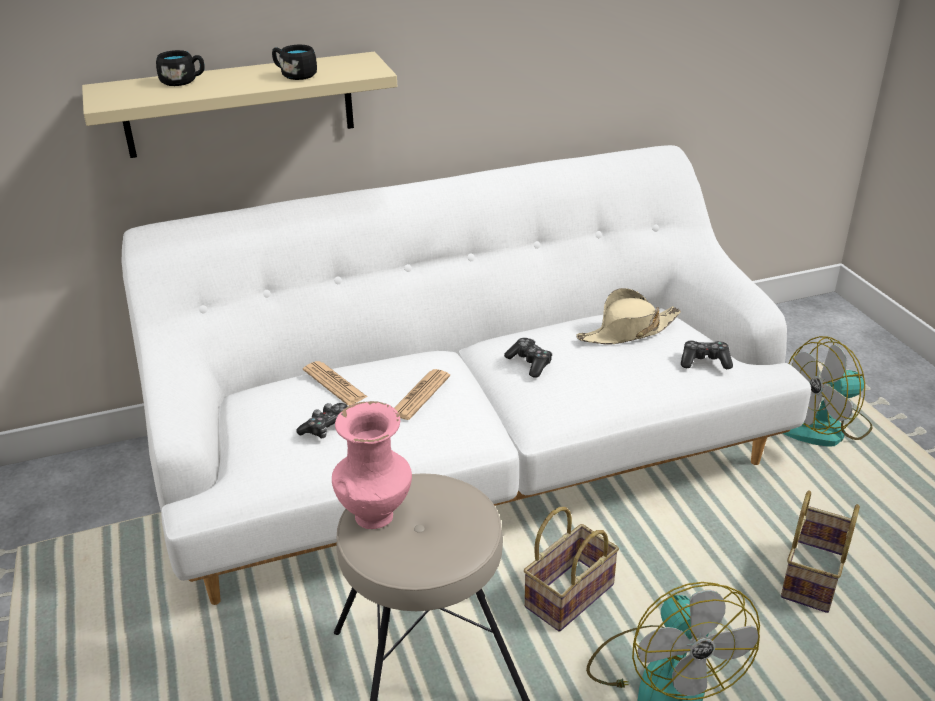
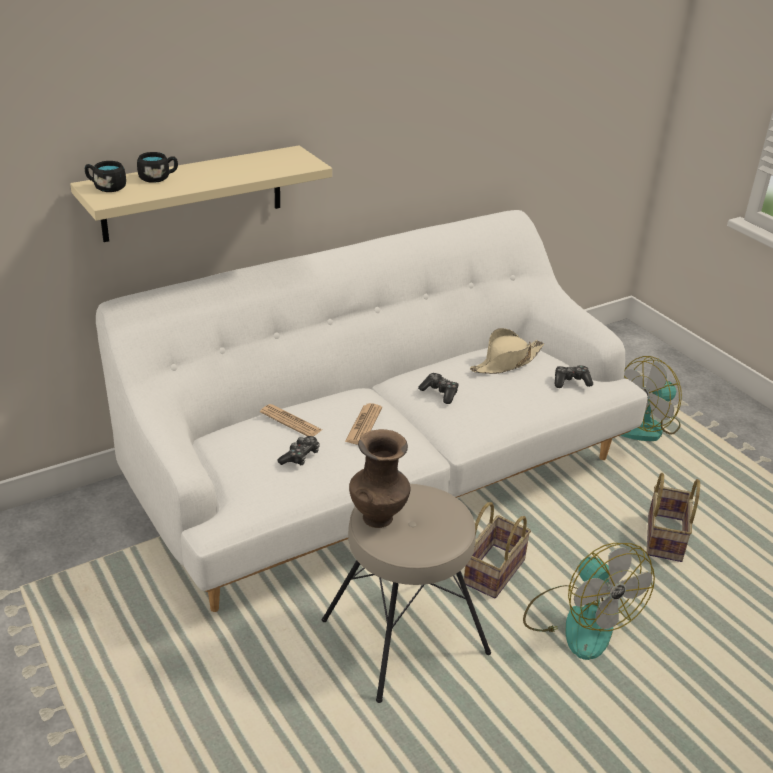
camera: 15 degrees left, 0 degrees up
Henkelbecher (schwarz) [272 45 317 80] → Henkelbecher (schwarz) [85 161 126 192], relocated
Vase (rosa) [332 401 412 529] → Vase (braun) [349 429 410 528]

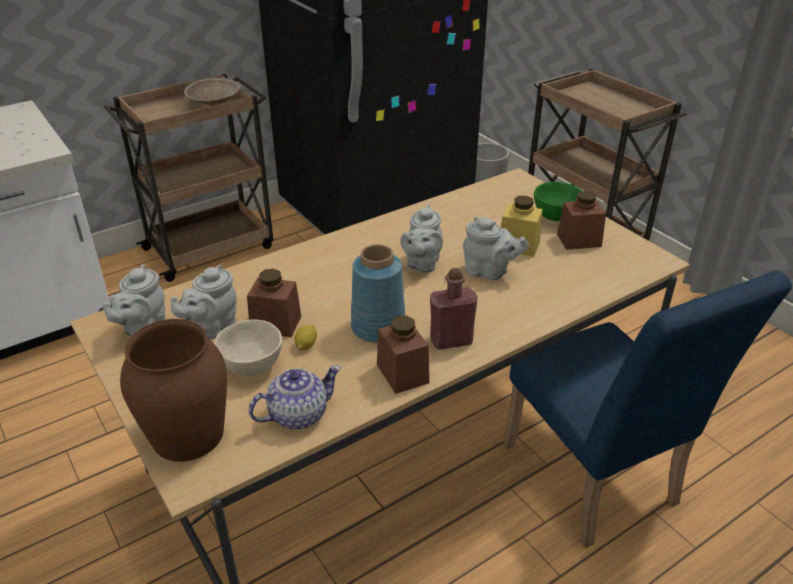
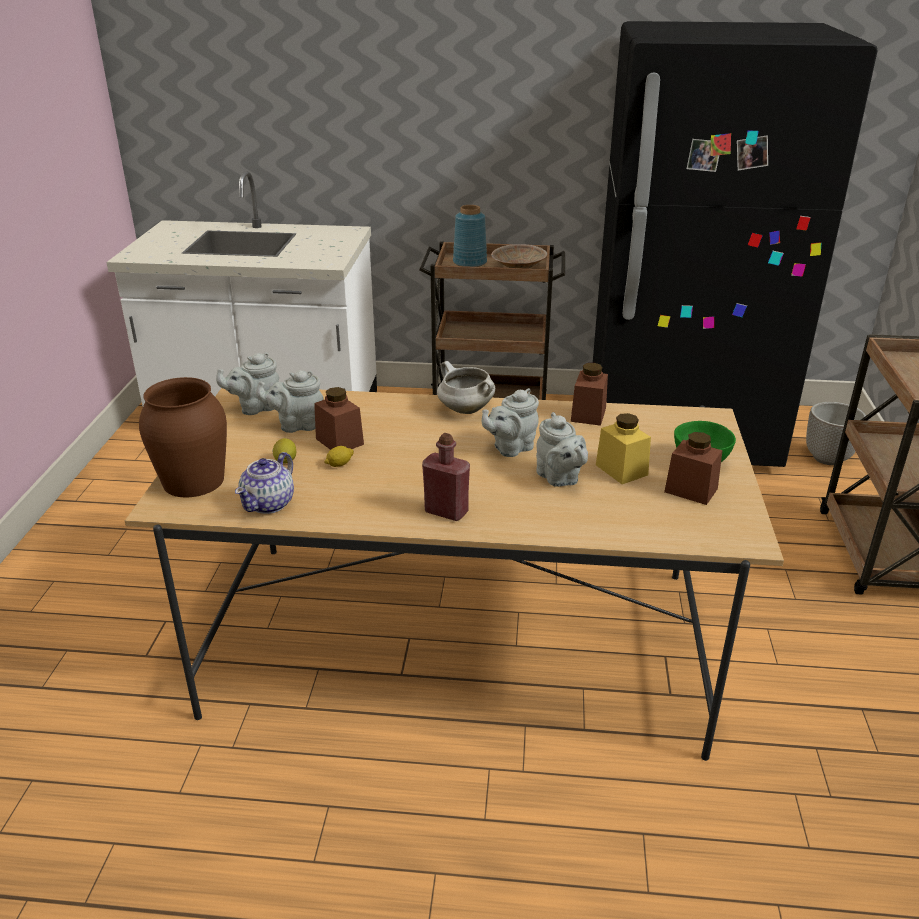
camera: 40 degrees right, 5 degrees down
Teekanne [248 365 341 429] → Teekanne [235 452 294 514], 105 degrees clockwise
Schüssel (beige) [214 319 282 376] → Zitrone [273 438 296 464]
- → Kochtopf (weiß) [437 361 495 414]
Vase (blau) [351 244 405 343] → Vase (blau) [453 205 487 267], relocated
Vorratsglas (braun) [377 316 429 394] → Vorratsglas (braun) [571 363 608 426], relocated
Stuhl (blau) [504 271 792 548] → -

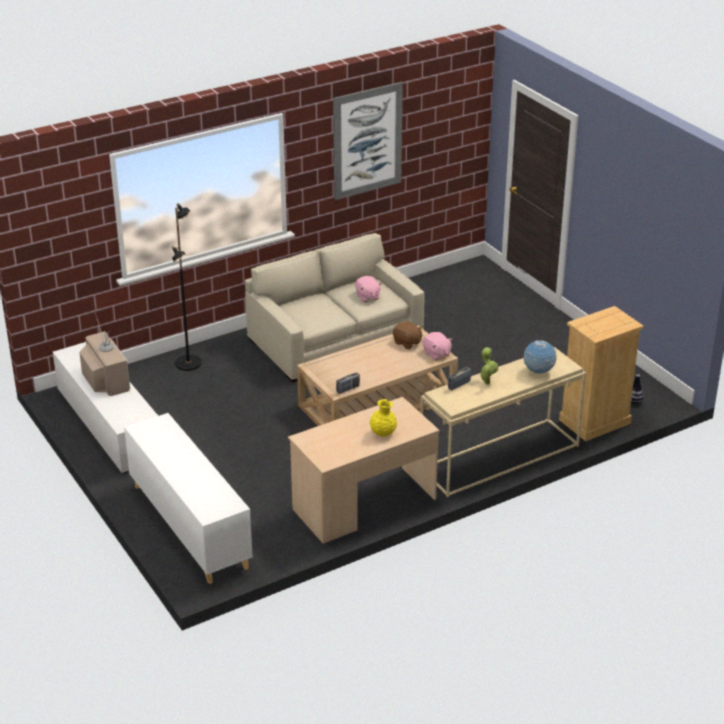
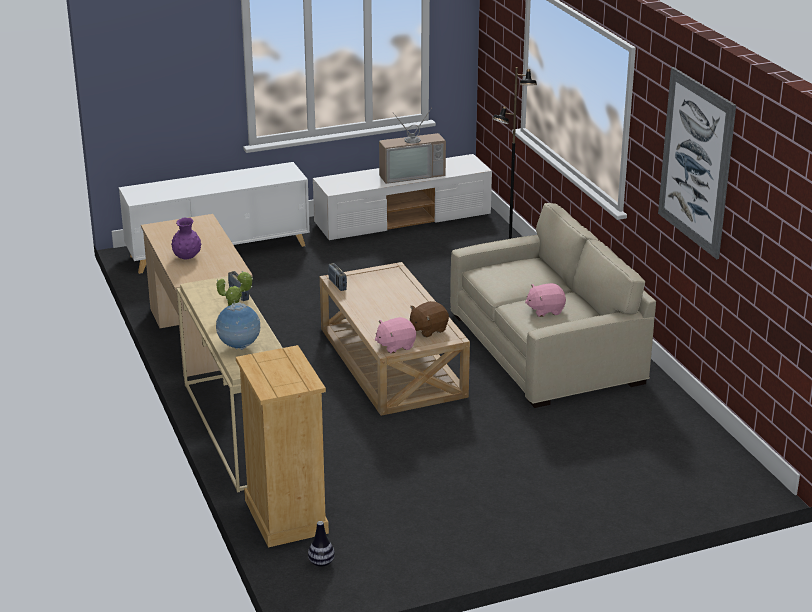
camera: 100 degrees right, 5 degrees down
Vase (gelb) [369 399 397 436] → Vase (lila) [171 218 202 259]

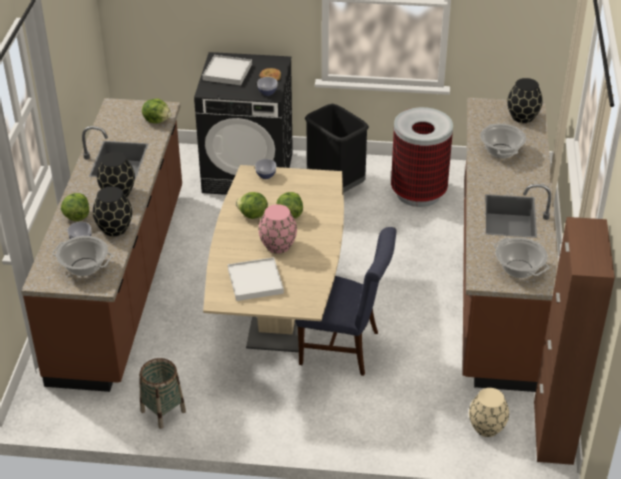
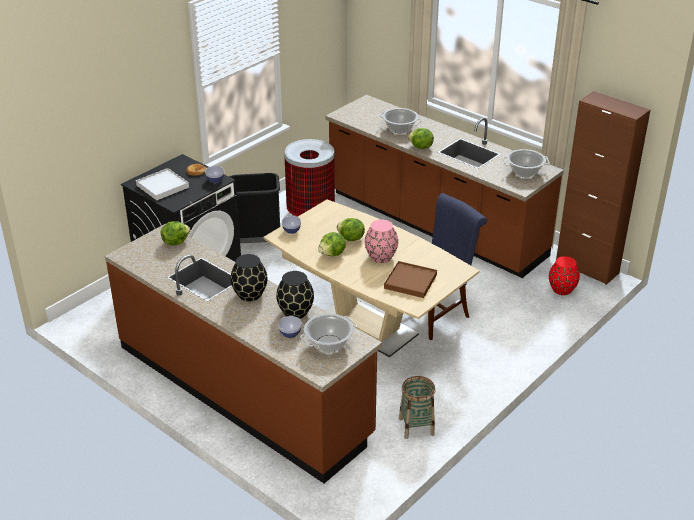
camera: 55 degrees left, 5 degrees down
Tablett (weiß) [228 257 284 301] → Tablett (braun) [384 261 437 298]
Salatkopf [61 193 89 221] → Salatkopf [408 128 434 149], relocated
Vase (beige) [469 388 509 437] → Vase (rot) [549 256 580 295]
Vase (schwarz) [507 78 543 123] → -

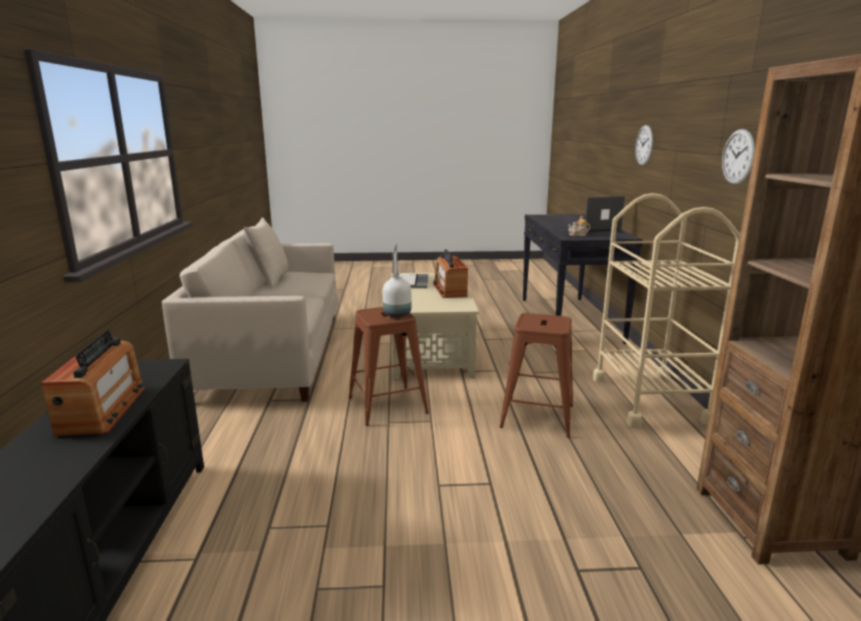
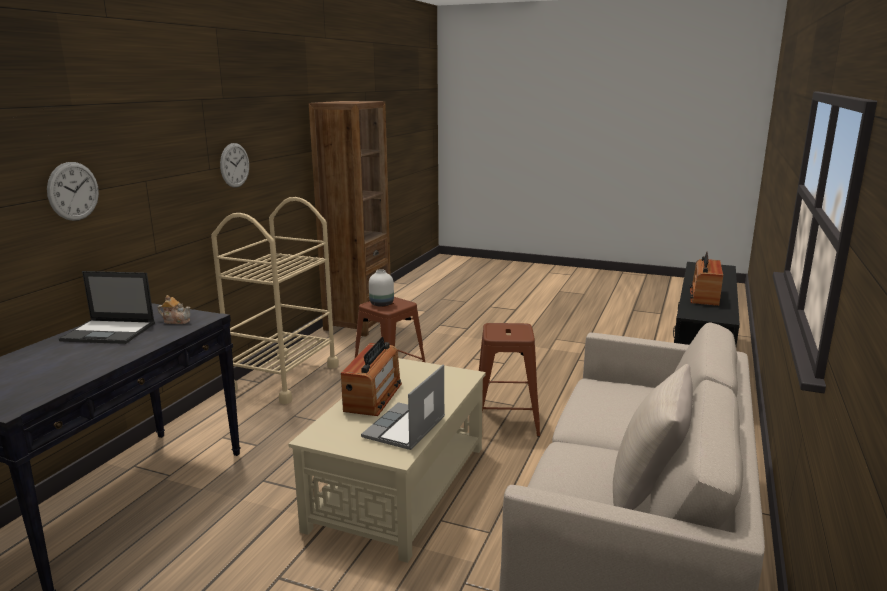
camera: 155 degrees left, 0 degrees up
Vase (weiß) [383 275 411 318] → Vase (weiß) [369 269 394 306], relocated

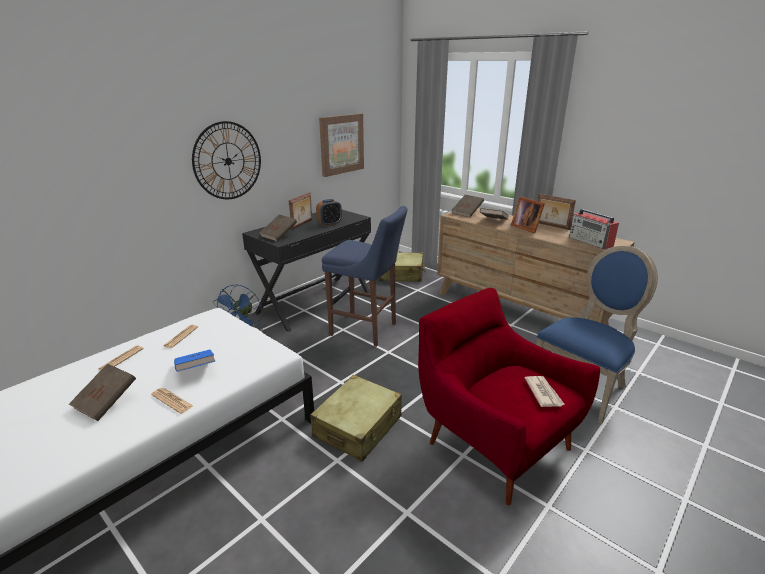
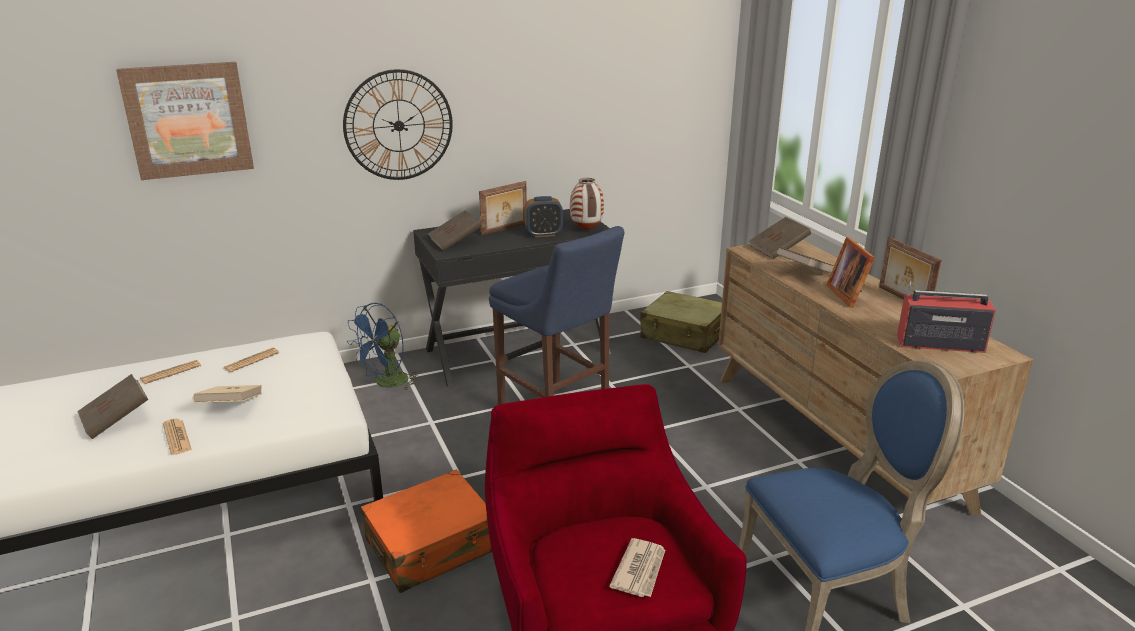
camera: 25 degrees right, 0 degrees up
Bild [319 113 364 177] → Bild [116 62 254 180], relocated
Buch (blau) [174 350 216 372] → Buch (beige) [193 385 262 403]
Koffer (beige) [310 375 402 462] → Koffer (orange) [361 469 492 593]
- → Vase [570 178 604 231]
Radio [569 209 619 250] → Radio [897 282 996 353], 105 degrees clockwise

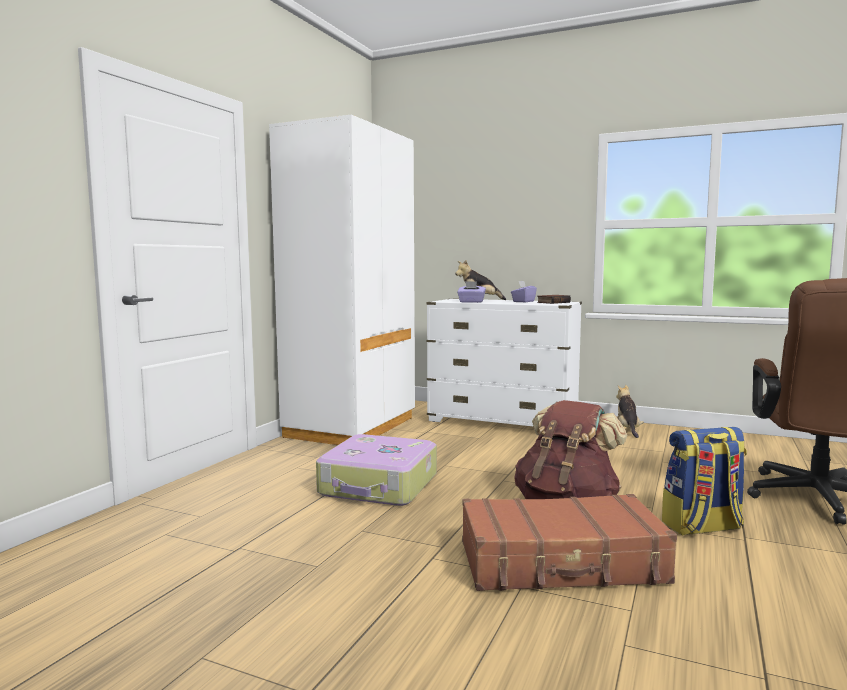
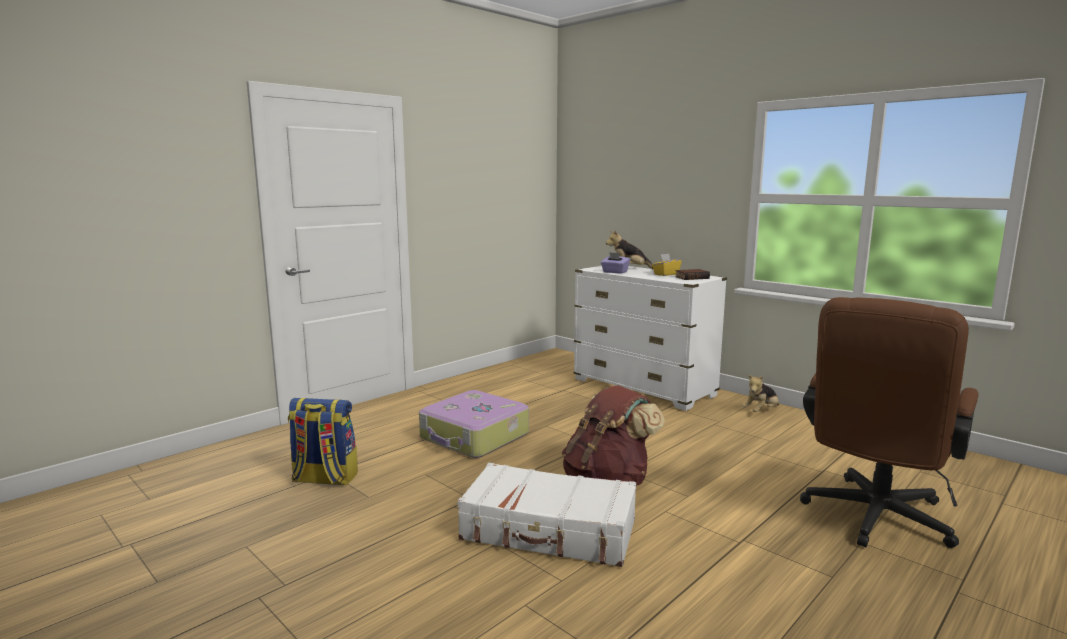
camera: 20 degrees right, 5 degrees up
Rucksack [662 427 747 536] → Rucksack [288 398 358 485], relocated
Koffer (braun) [462 494 677 591] → Koffer (weiß) [457 463 636 567]
Taschentuchbox (lila) [511 281 537 302] → Taschentuchbox (gelb) [652 254 681 276]
Plüschtier [616 385 644 438] → Plüschtier [742 375 779 412], 150 degrees counterclockwise
Kleiderschrank (weiß) [269 115 415 445] → -

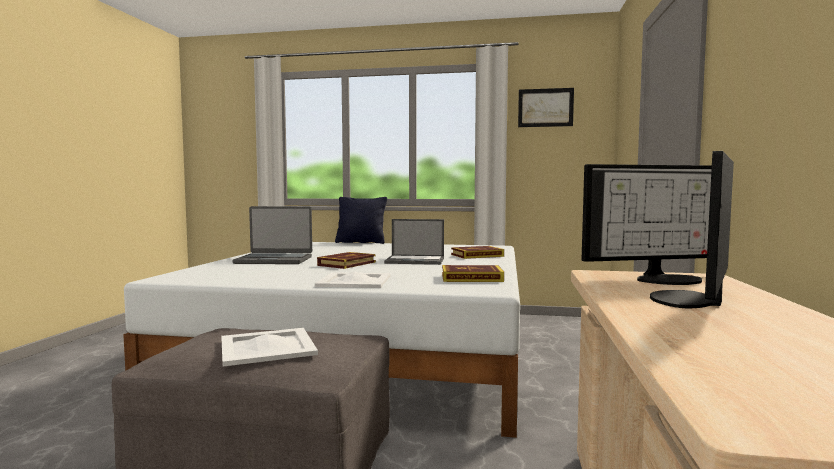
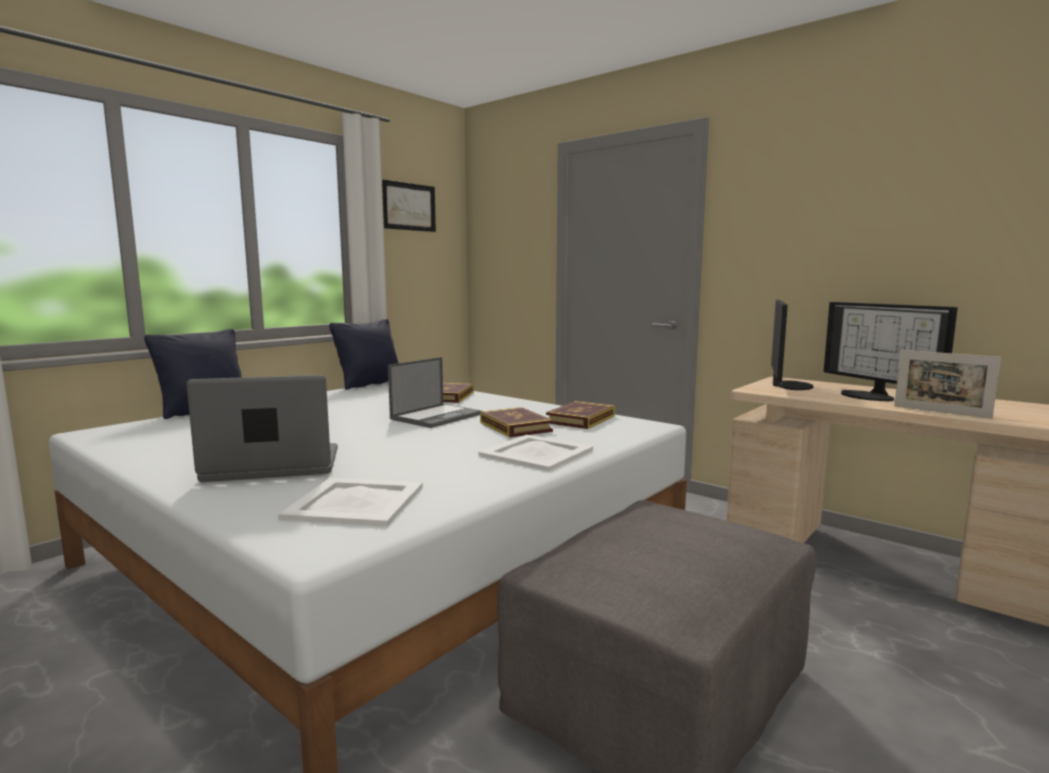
camera: 60 degrees left, 5 degrees up
Laptop [233 206 312 264] → Laptop [186 375 338 482], 135 degrees counterclockwise
Tablett (weiß) [221 328 318 366] → Tablett (weiß) [278 478 423 527], relocated
- → Kissen (schwarz) [329 319 399 390]
Buch [317 252 376 269] → Buch [480 407 553 438], relocated
- → Bilderrahmen [894 350 1001 419]

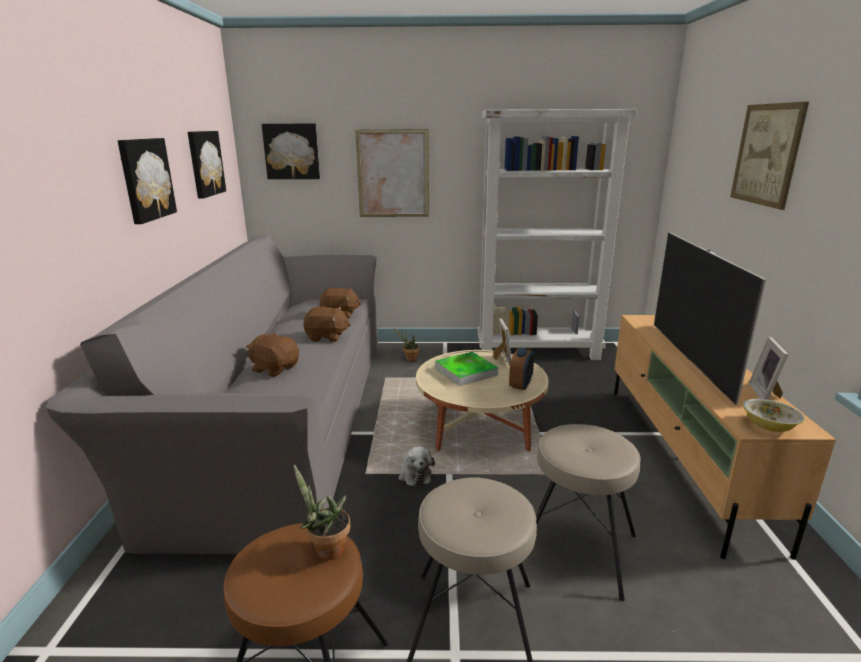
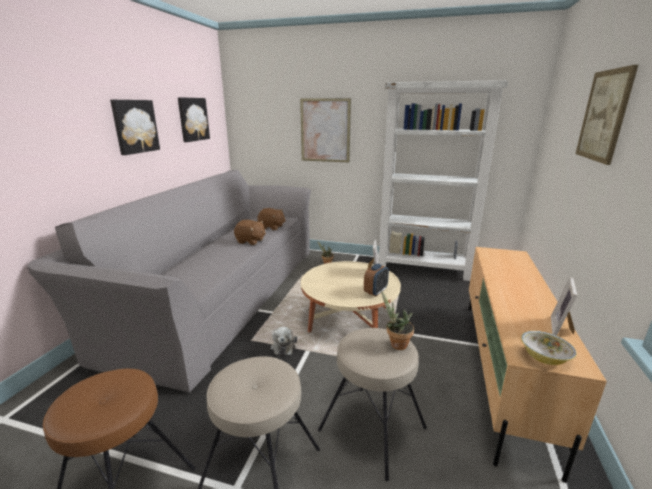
camera: 15 degrees right, 0 degrees up
Topfpflanze [294 465 350 560] → Topfpflanze [381 290 414 350], relocated
Plüschtier (braun) [246 332 299 377] → -
Bild [262 124 320 179] → -
Tablett [435 352 498 386] → -
Fernseher [654 232 766 405] → -

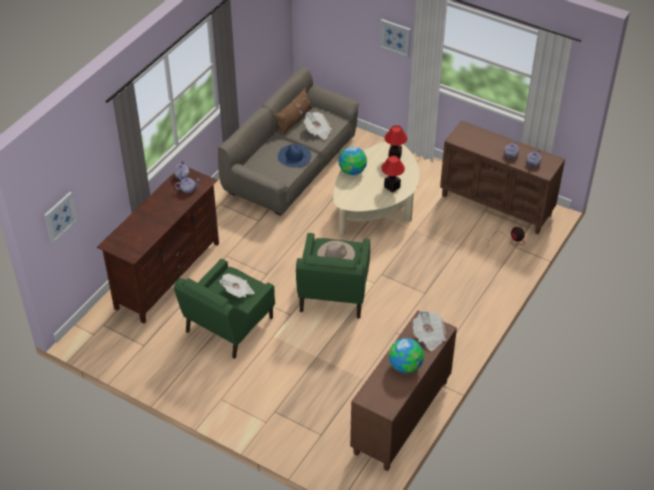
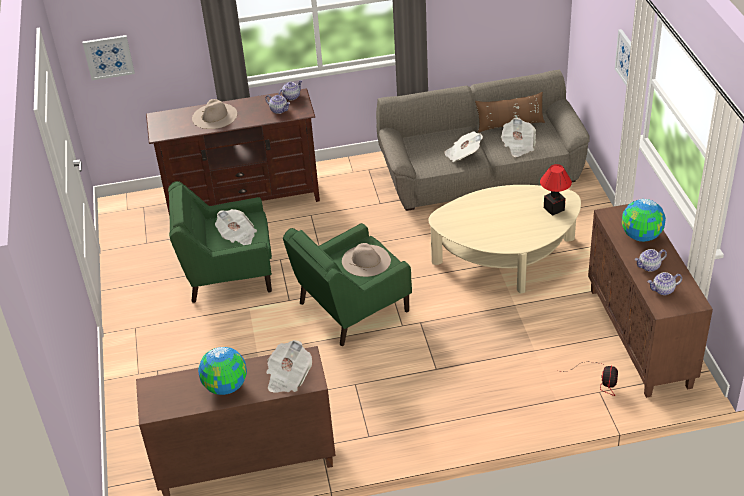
camera: 50 degrees right, 5 degrees down
- → Hut (beige) [192 99 237 129]
Hut (blau) [278 144 311 167] → Zeitung [444 131 483 162]
Globus [339 147 367 175] → Globus [622 199 666 242], relocated
Tischlampe [381 155 405 193] → -

